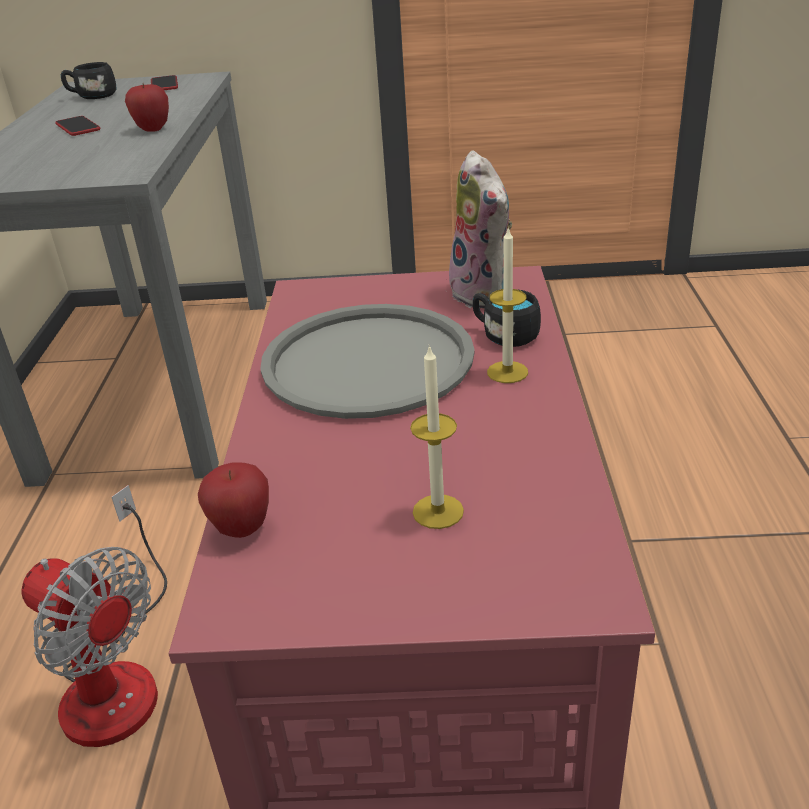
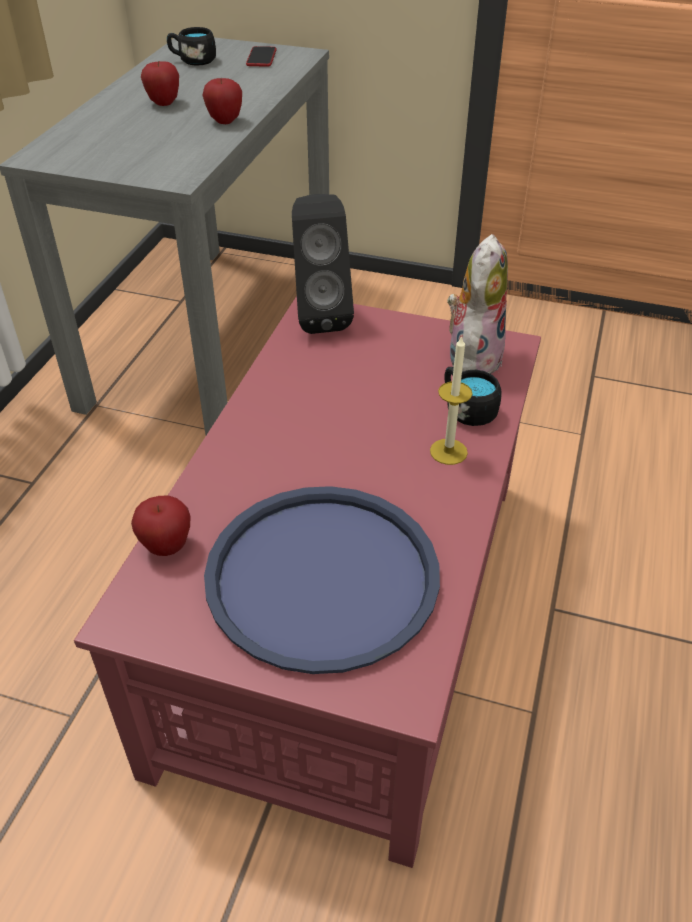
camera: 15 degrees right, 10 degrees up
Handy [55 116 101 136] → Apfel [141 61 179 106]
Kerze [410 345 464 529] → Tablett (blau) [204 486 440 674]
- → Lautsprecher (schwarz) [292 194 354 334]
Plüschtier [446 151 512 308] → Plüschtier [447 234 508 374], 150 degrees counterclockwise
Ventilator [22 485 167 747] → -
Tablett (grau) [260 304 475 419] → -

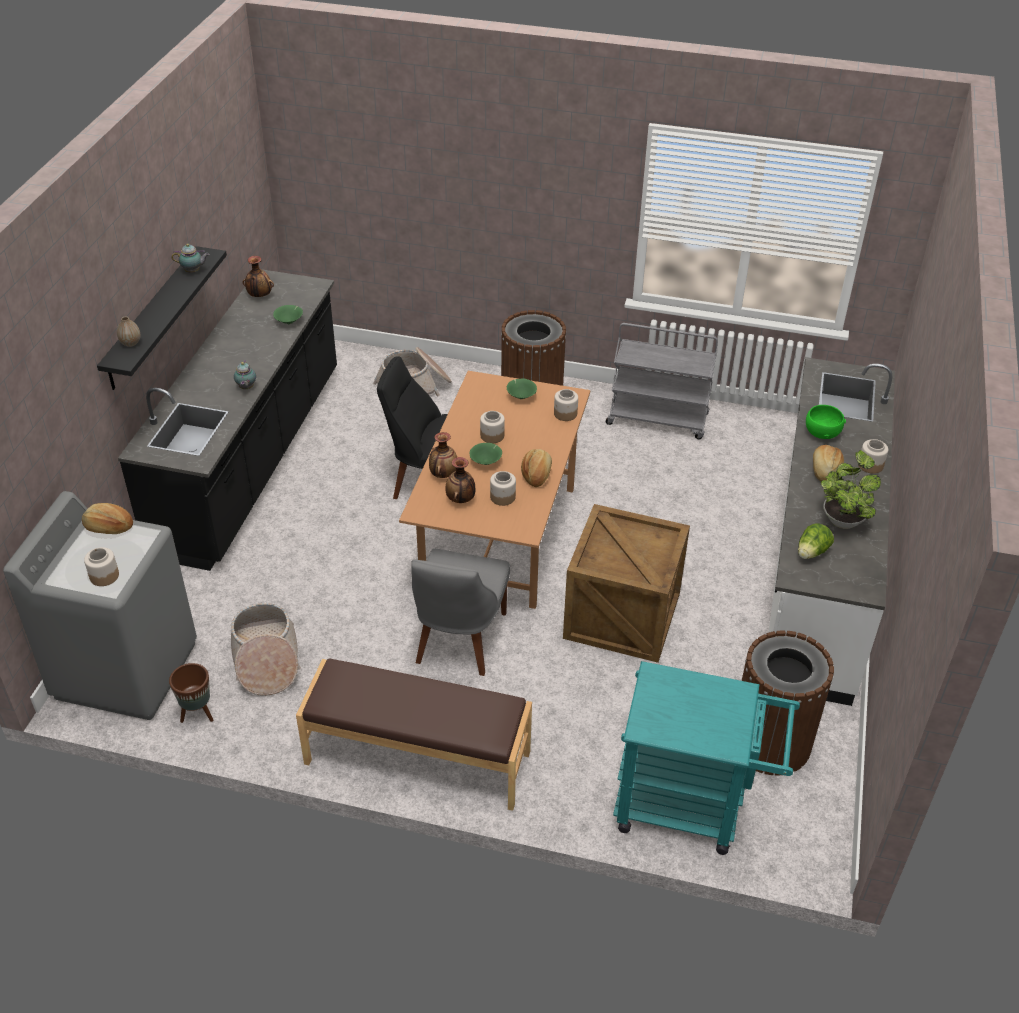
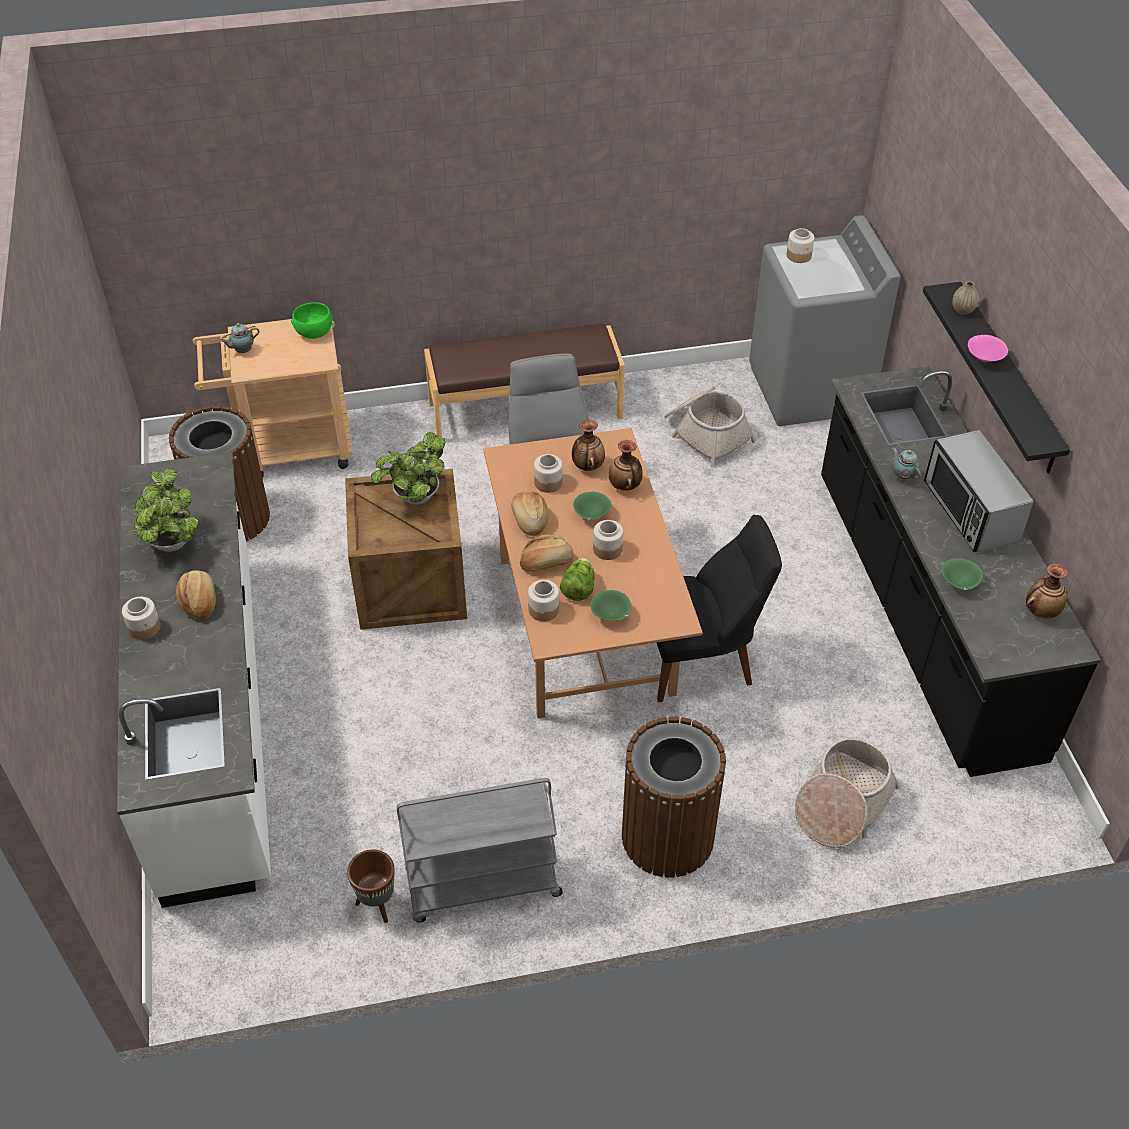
camera: 155 degrees right, 5 degrees up
Rollwagen (türkis) [613 661 800 855] → Rollwagen (beige) [193 319 353 479]
Teekanne [172 244 210 273] → Teekanne [220 323 259 353], relocated
Schüssel (grün) [806 405 846 439] → Schüssel (grün) [291 302 332 339], relocated
Pflanzkübel (braun) [169 663 213 723] → Pflanzkübel (braun) [347 849 395 923], relocated
- → Topfpflanze [371 432 445 505]
Brot [82 503 133 534] → Brot [520 534 574 572], relocated
Salatkopf [798 523 834 559] → Salatkopf [560 558 595 601], relocated
- → Mikrowelle [924 430 1034 552]
- → Schüssel (rosa) [968 335 1008 362]

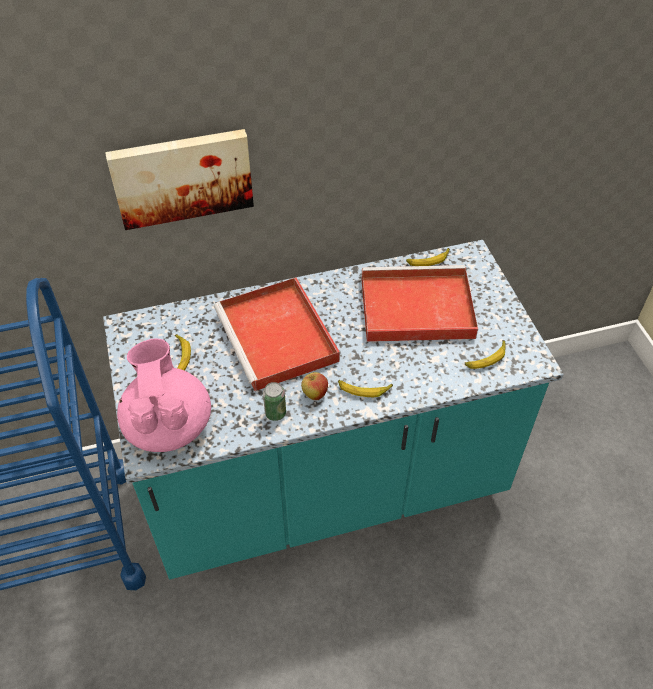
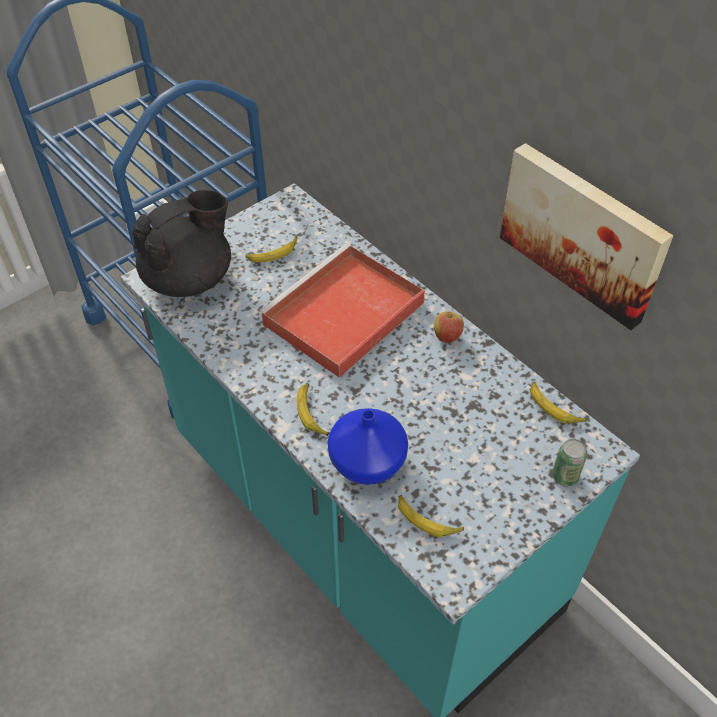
camera: 65 degrees right, 0 degrees up
Teekanne (rosa) [117 338 211 452] → Teekanne (schwarz) [132 190 231 297]
- → Vase (blau) [328 408 408 485]
Apfel [301 372 328 400] → Apfel [434 308 464 343], relocated
Bild [105 129 254 230] → Bild [500 143 673 330], relocated
Dose [263 382 286 421] → Dose [552 439 587 487], relocated
Tablett (rot) [361 265 478 342] → -

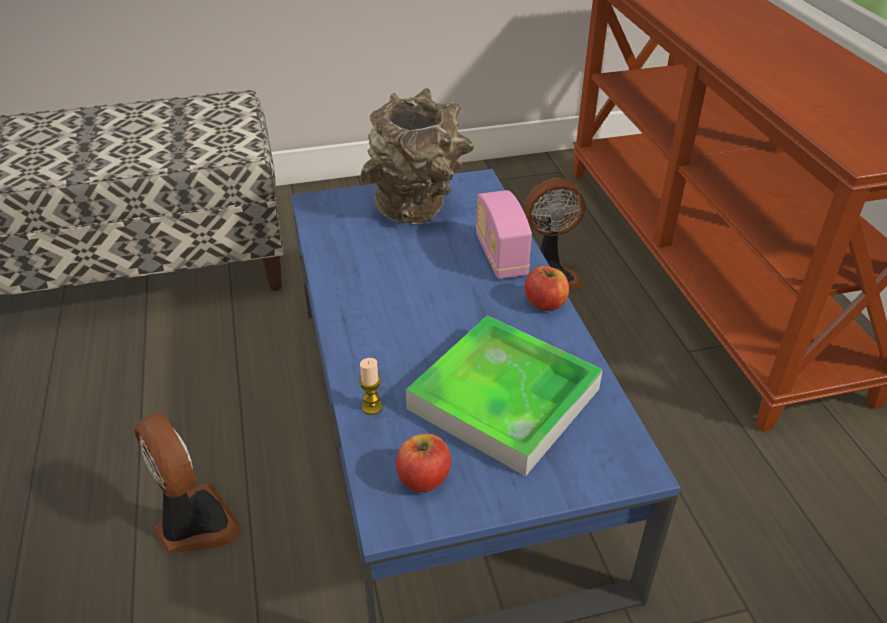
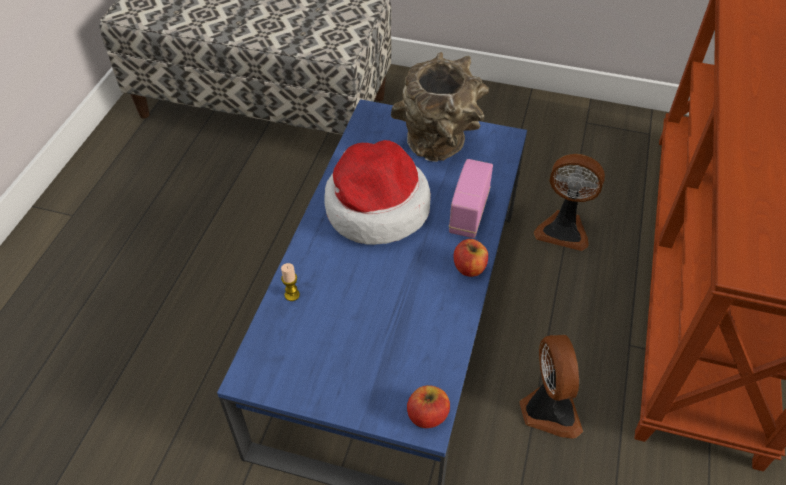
camera: 30 degrees right, 10 degrees up
- → Hut [324 140 431 245]
Apfel [396 434 451 492] → Apfel [407 385 450 428], relocated
Ventilator [134 413 243 554] → Ventilator [519 335 583 439], relocated
Tablett [406 315 603 476] → -

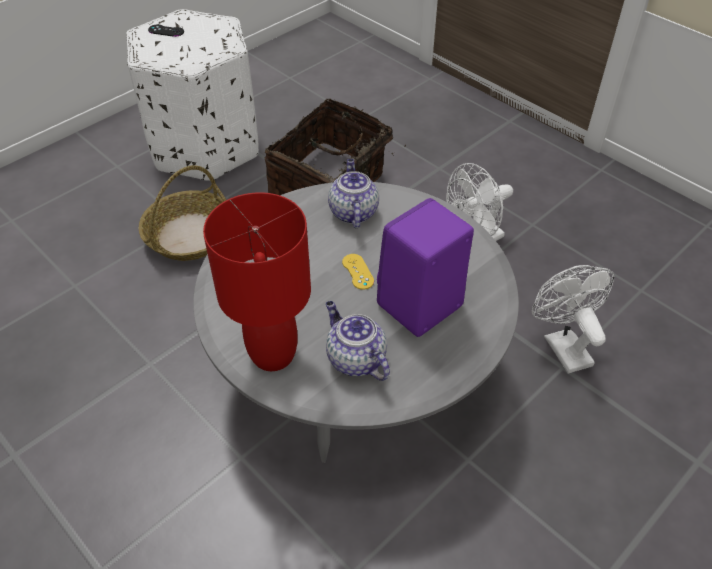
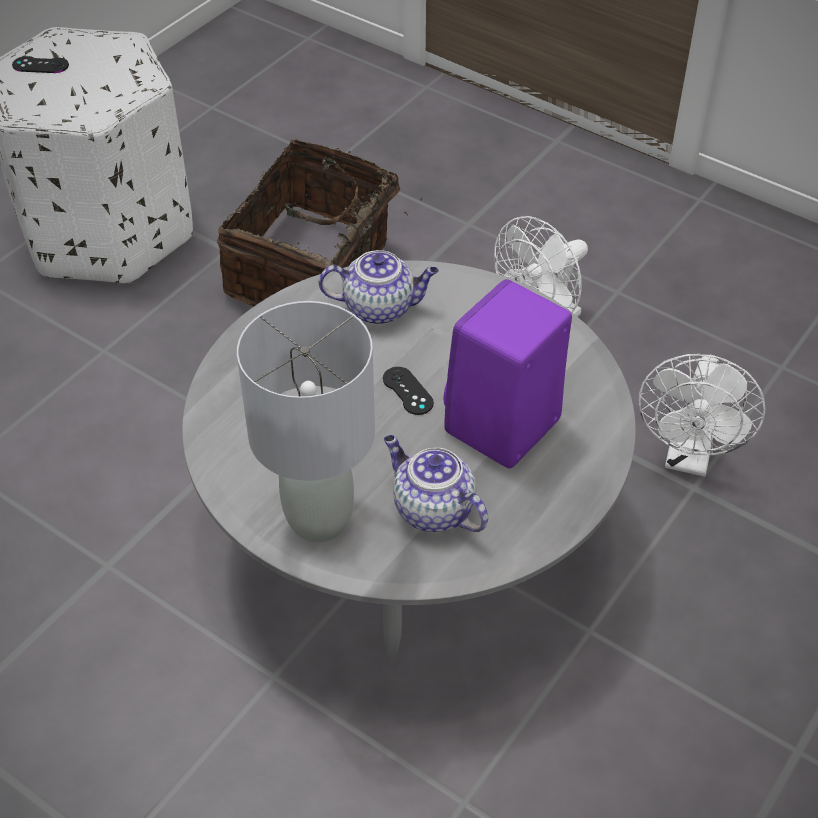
camera: 10 degrees left, 0 degrees up
Tischlampe (rot) [203 192 311 371] → Tischlampe (grau) [237 301 375 542]
Teekanne [328 159 379 228] → Teekanne [318 250 439 325], 105 degrees clockwise
Gamepad (gelb) [342 254 374 290] → Gamepad (schwarz) [383 367 434 415]
Ventilator (weiß) [532 265 615 374] → Ventilator (weiß) [639 354 766 476], 135 degrees counterclockwise
Korb [139 165 226 261] → -

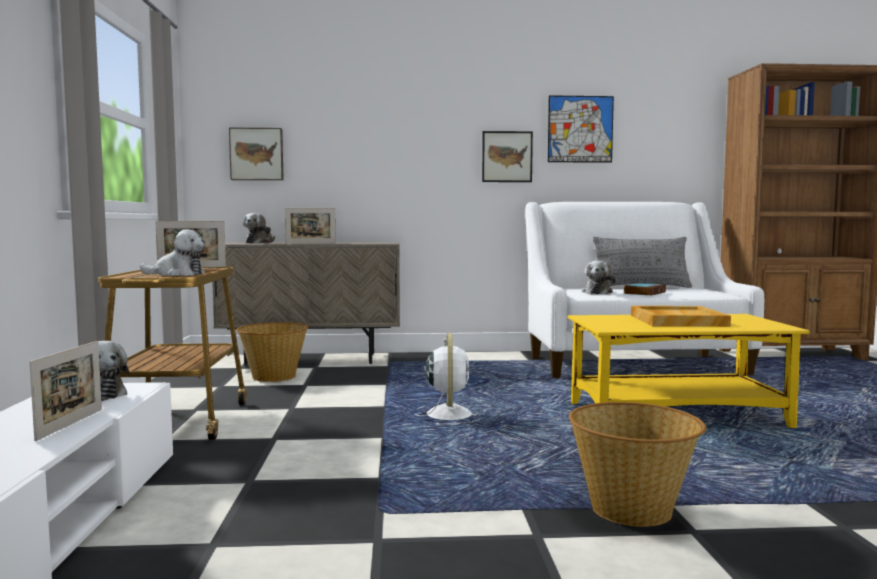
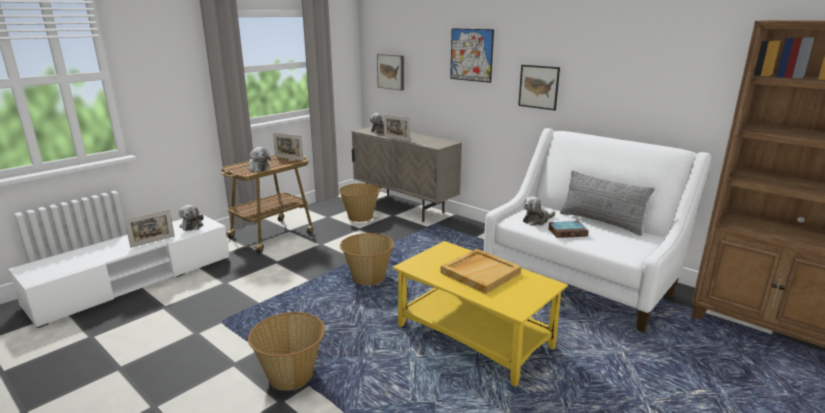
camera: 45 degrees right, 15 degrees up
Ventilator (weiß) [415 333 481 425] → Korb [340 233 394 285]
Bild [548 95 614 163] → Bild [450 28 494 83], relocated

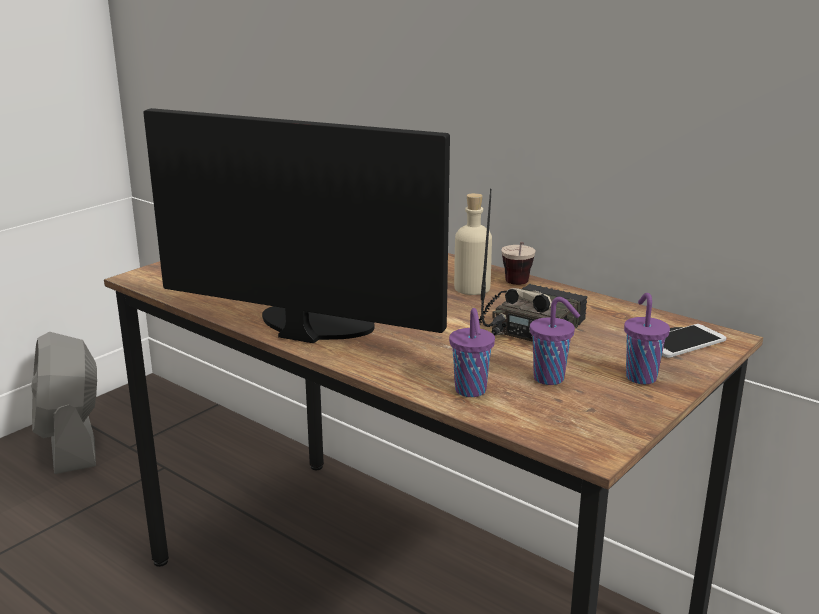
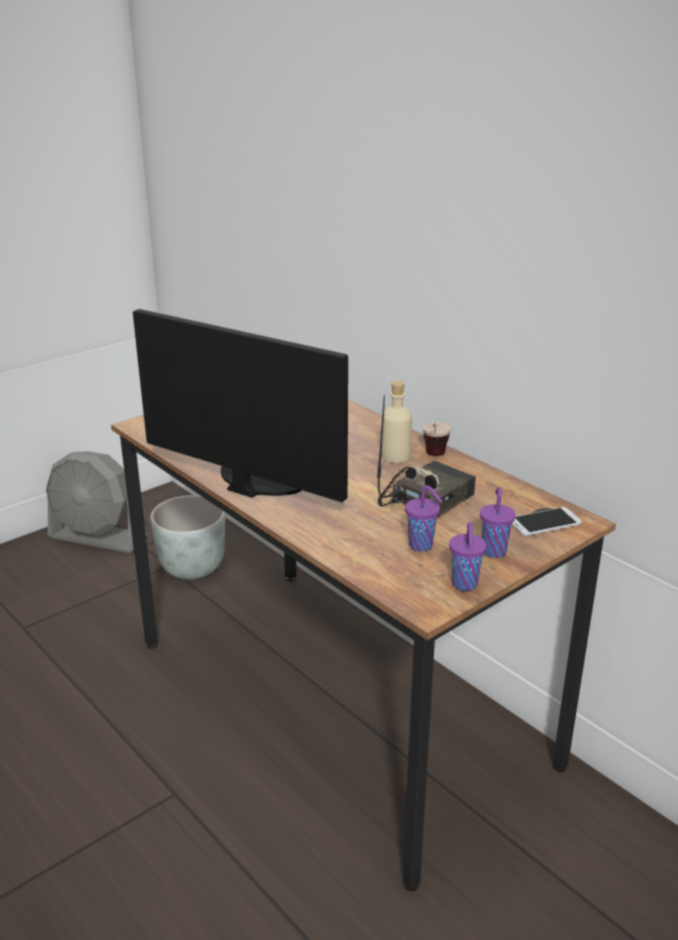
camera: 10 degrees right, 5 degrees up
Ventilator (grau) [31 332 97 474] → Ventilator (grau) [46 451 148 553], 60 degrees counterclockwise
- → Pflanzkübel (grau) [150 495 225 580]
Tasse (lila) [449 308 495 397] → Tasse (lila) [449 522 487 591], relocated

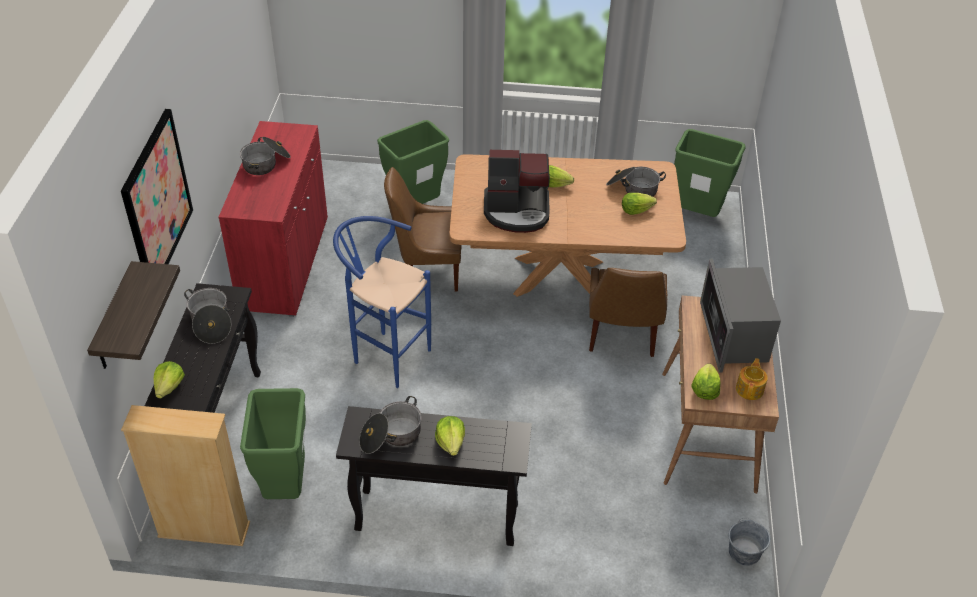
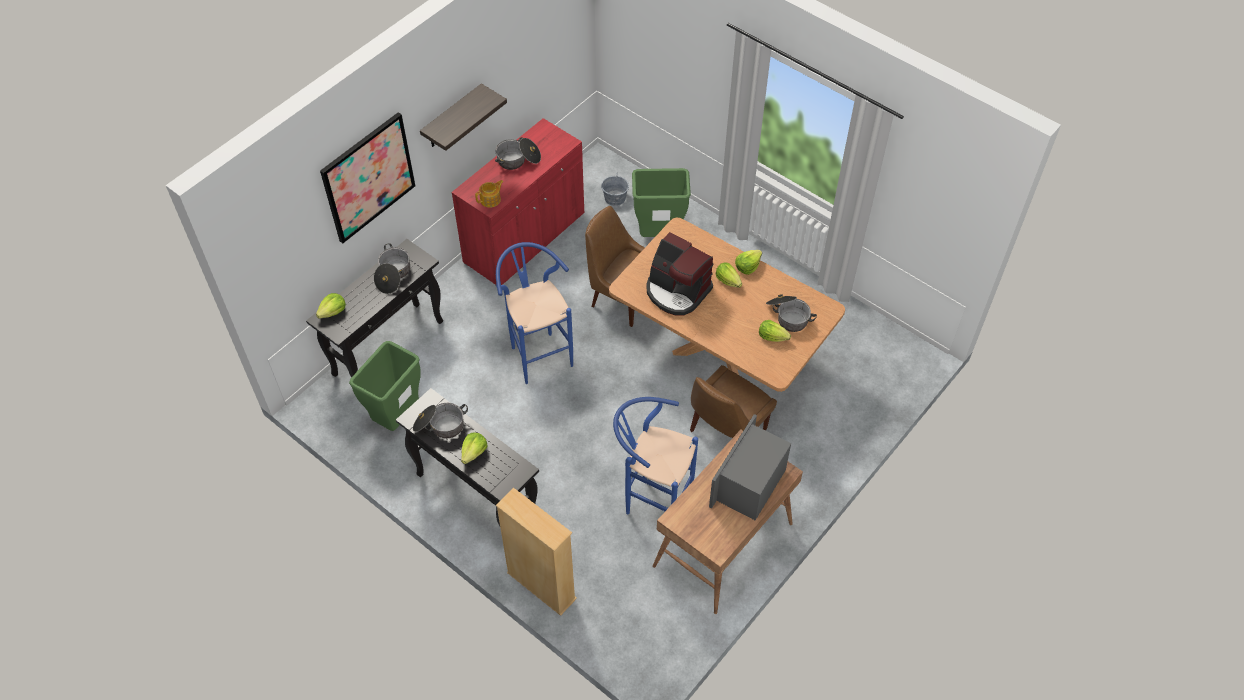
camera: 35 degrees right, 10 degrees up
Wandregal [87 261 180 369] → Wandregal [420 83 507 151], relocated
Teekanne [736 358 768 400] → Teekanne [475 180 503 208], relocated
Bücherregal (beige) [121 405 250 546] → Bücherregal (beige) [496 488 577 616], relocated
Eimer (grau) [728 518 770 566] → Eimer (grau) [601 174 629 206], relocated
- → Hocker (blau) [613 397 698 514]
Salatkopf [691 363 720 400] → Salatkopf [735 250 762 275], relocated
Mülleimer (grün) [674 129 746 217] → -

